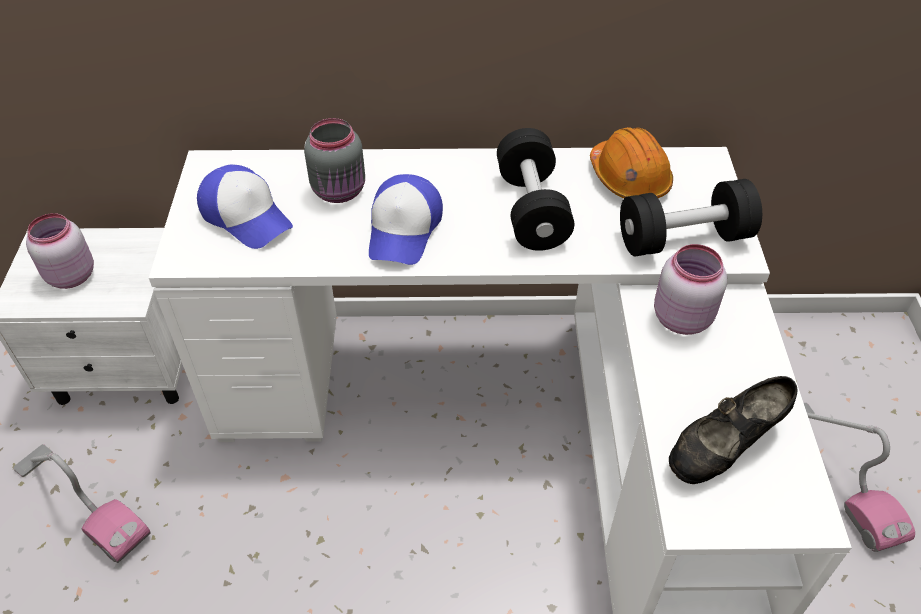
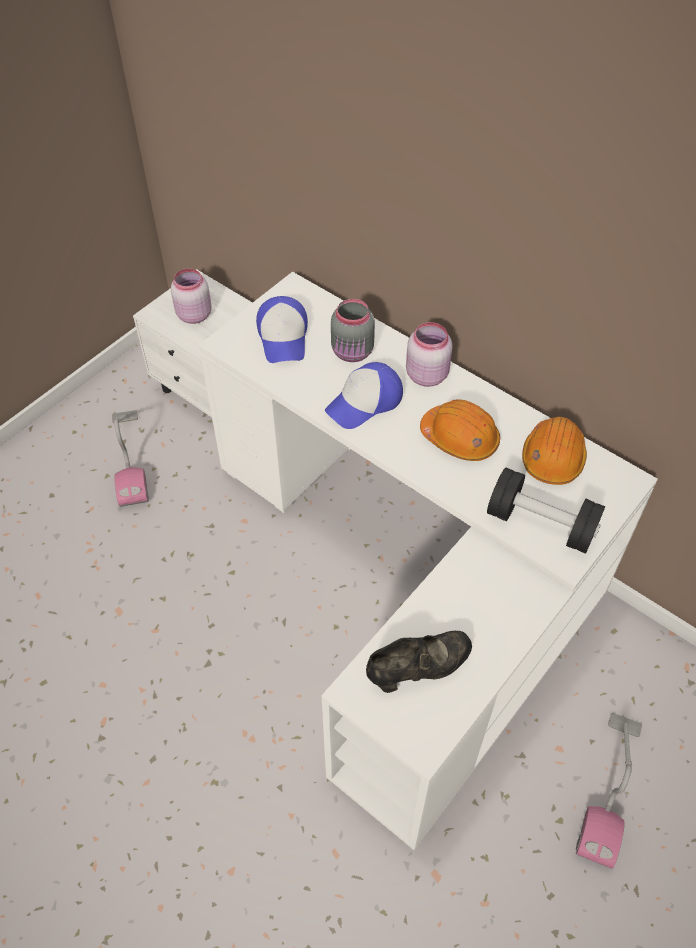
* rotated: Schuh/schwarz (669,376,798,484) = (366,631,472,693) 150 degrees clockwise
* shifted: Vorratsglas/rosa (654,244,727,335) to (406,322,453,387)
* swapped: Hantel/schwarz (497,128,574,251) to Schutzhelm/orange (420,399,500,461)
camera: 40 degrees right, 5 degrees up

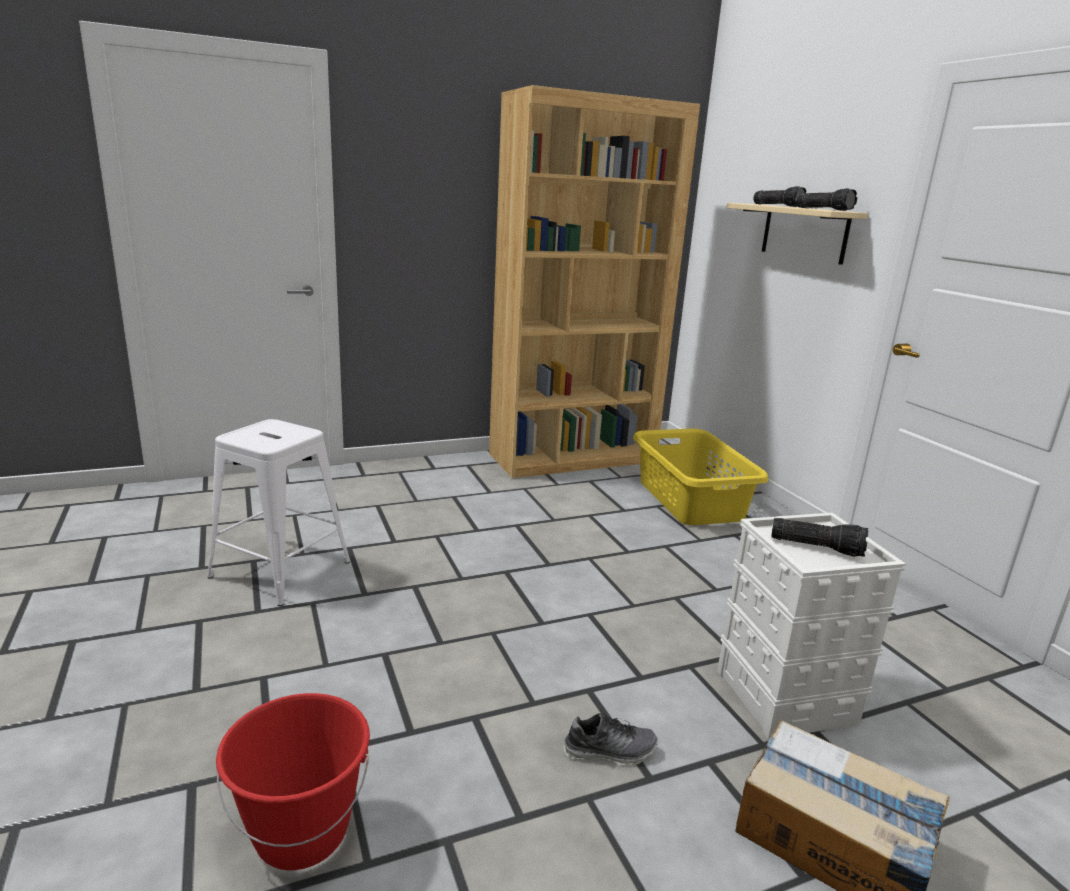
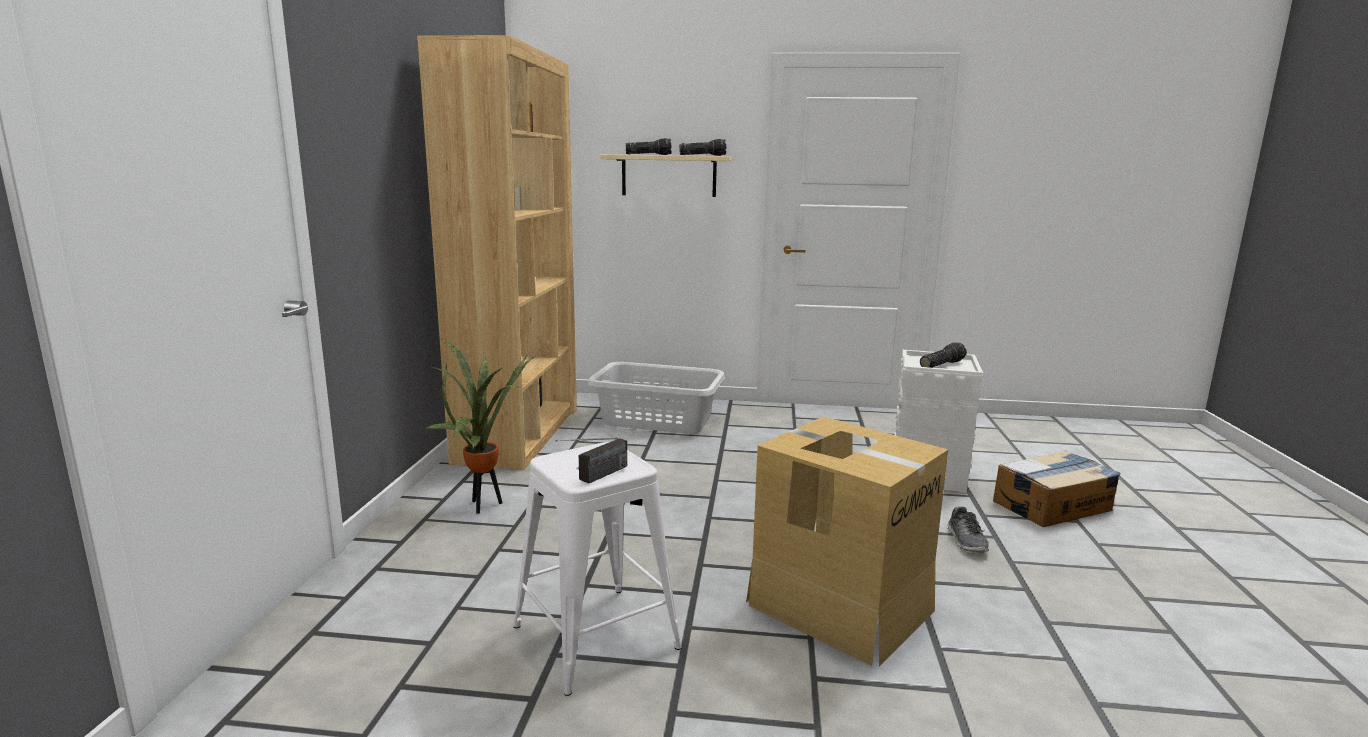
* new: Topfpflanze (425,337,536,514)
* new: Radio (555,437,627,484)
* repainted: Wäschekorb/gelb (633,428,769,525) to Wäschekorb/grau (588,362,725,434)
* new: Karton (746,416,948,667)
* rotated: Schuh (564,713,658,765) = (947,506,989,554) 150 degrees clockwise
* gone: Eimer/rot (216,693,370,870)
camera: 60 degrees left, 5 degrees down

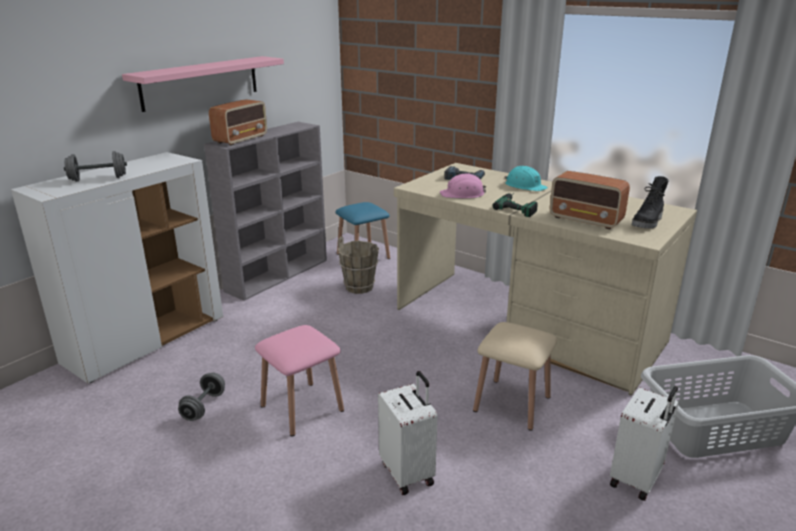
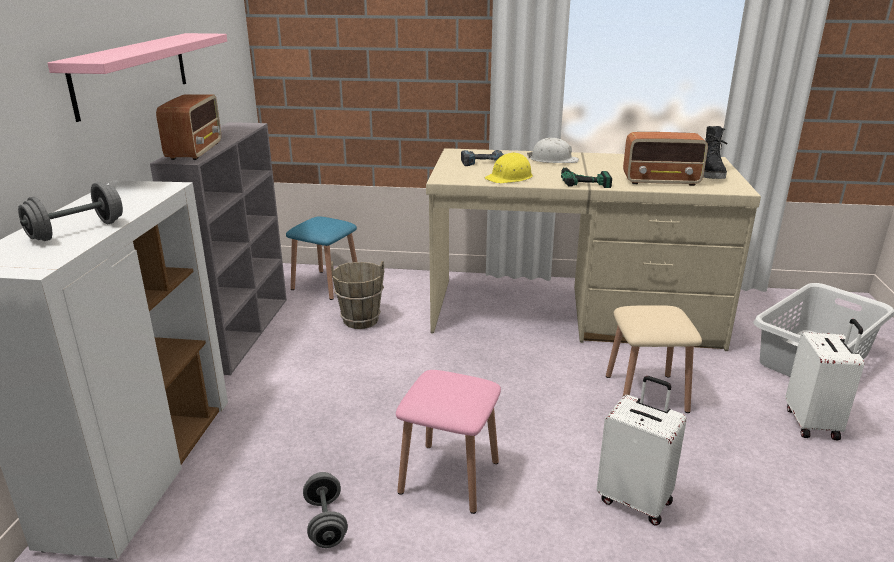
* repainted: Schutzhelm/rosa (440,173,486,199) to Schutzhelm/gelb (485,152,533,183)
* repainted: Schutzhelm/türkis (505,166,548,191) to Schutzhelm/weiß (527,138,579,163)
camera: 30 degrees left, 0 degrees up

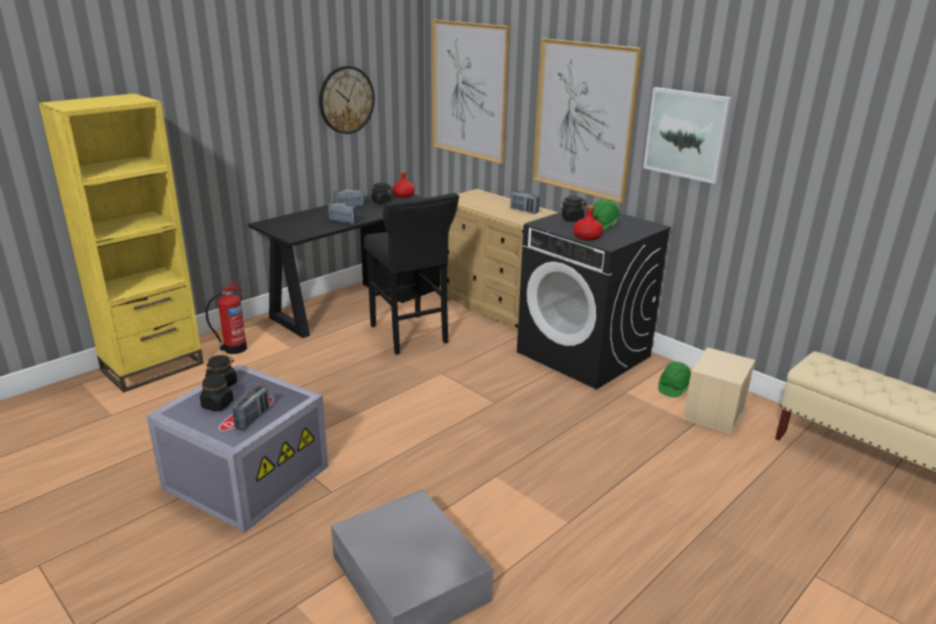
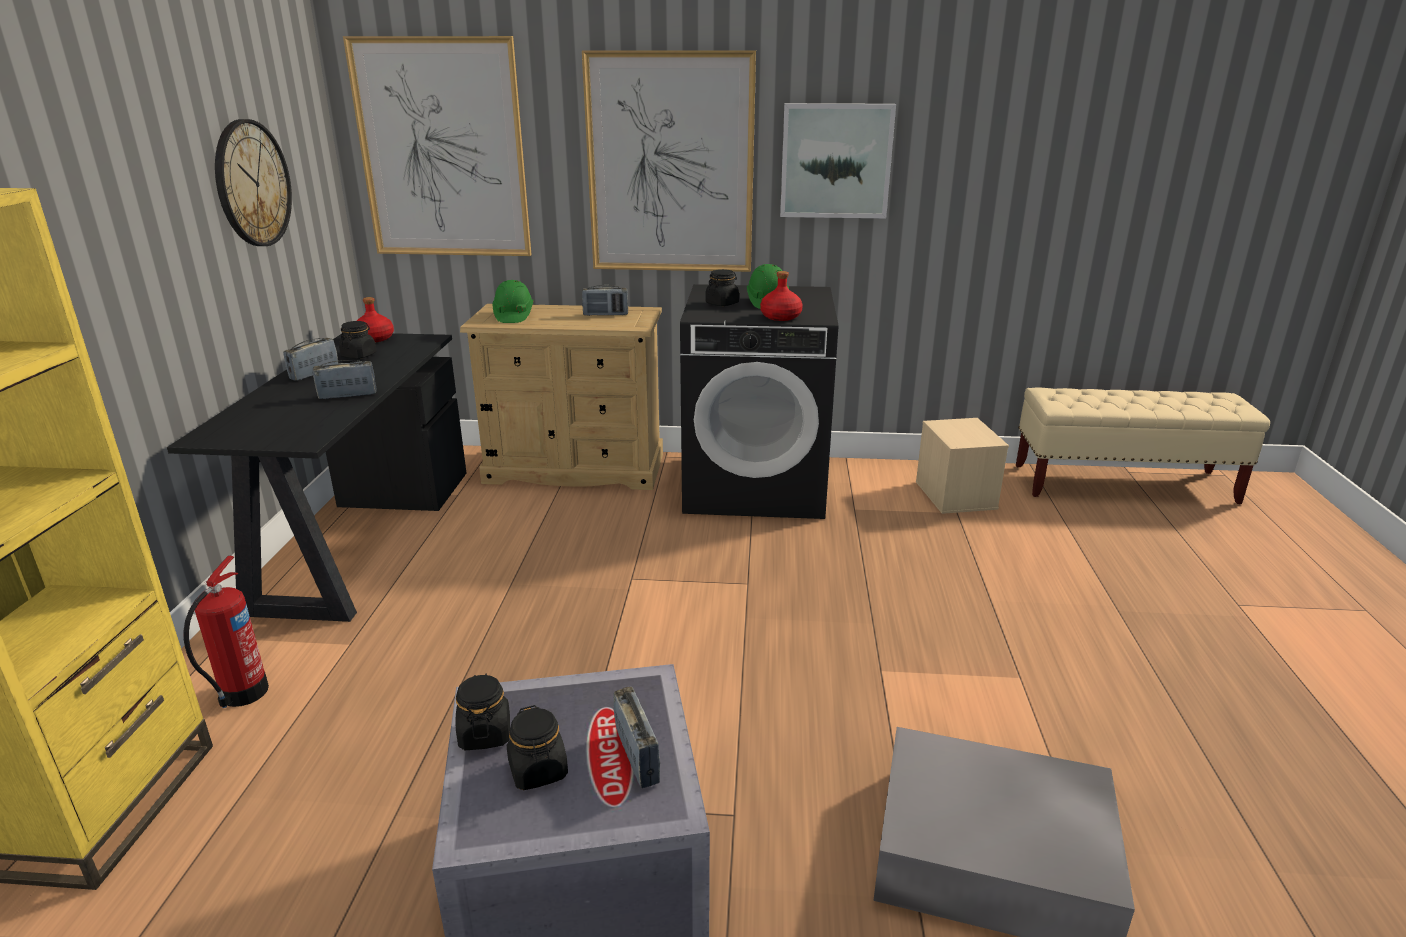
* shifted: Schutzhelm/grün (658,362,691,398) to (493,280,533,323)
* gone: Hocker/schwarz (364,193,459,355)
camera: 40 degrees left, 0 degrees up

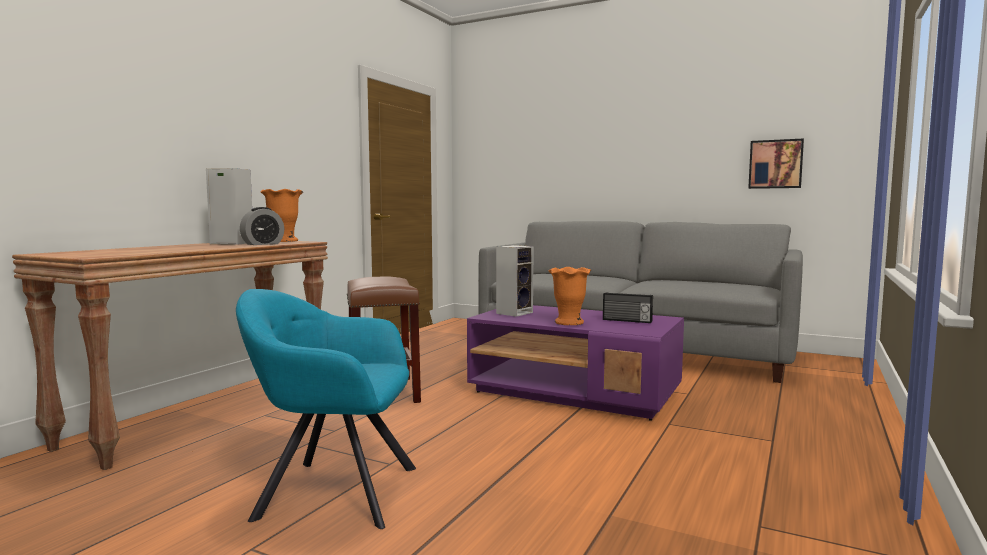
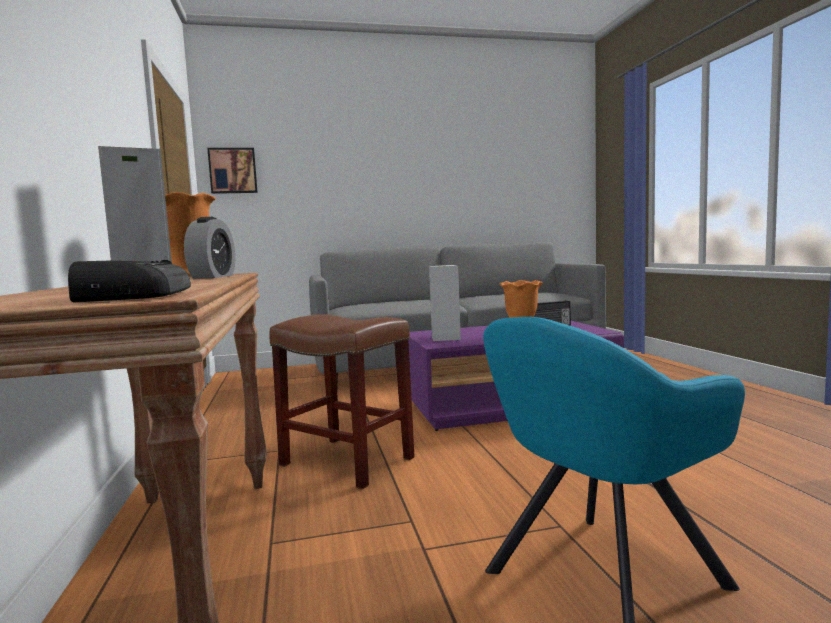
* new: Radio (68,260,191,302)
* shifted: Bild (748,138,804,189) to (207,148,258,194)
camera: 40 degrees left, 0 degrees up

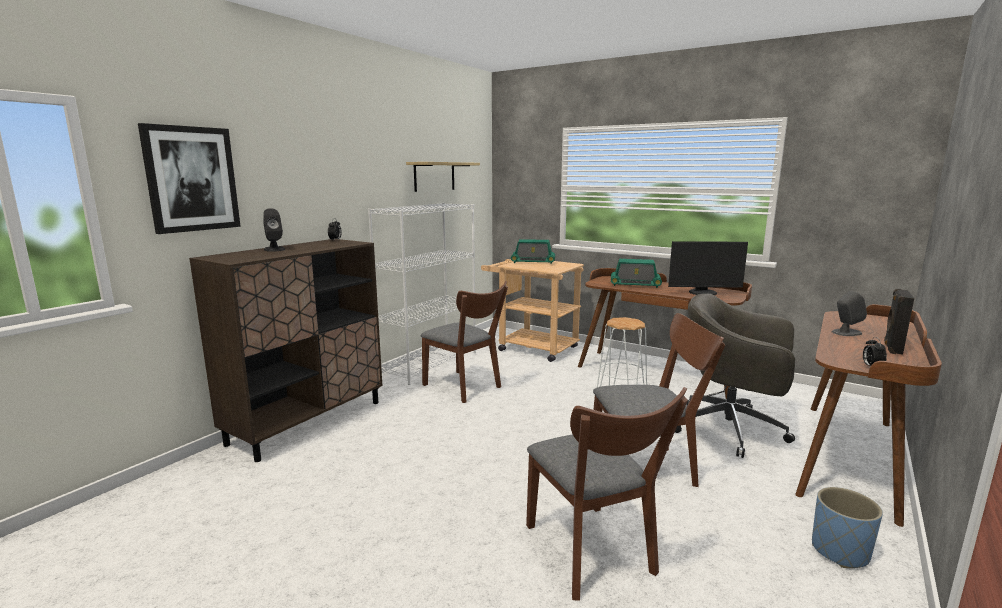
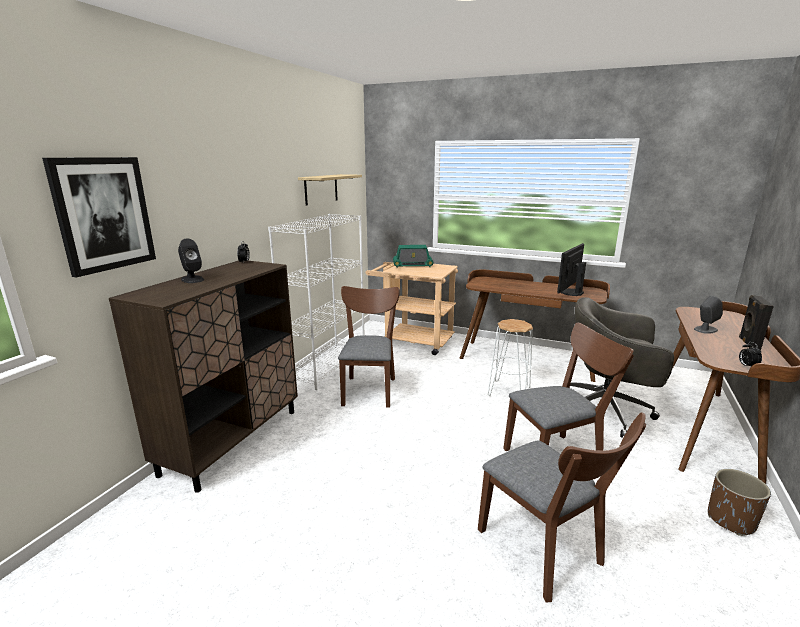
* rotated: Stuhl/braun (421,281,508,403) = (338,286,400,408) 120 degrees counterclockwise
* rotated: Monitor (668,241,748,295) = (557,243,586,296) 135 degrees clockwise
* repainted: Pflanzkübel/blau (812,487,883,568) to Pflanzkübel/braun (708,469,771,536)
* gone: Radio (611,259,662,288)
camera: 10 degrees left, 5 degrees up

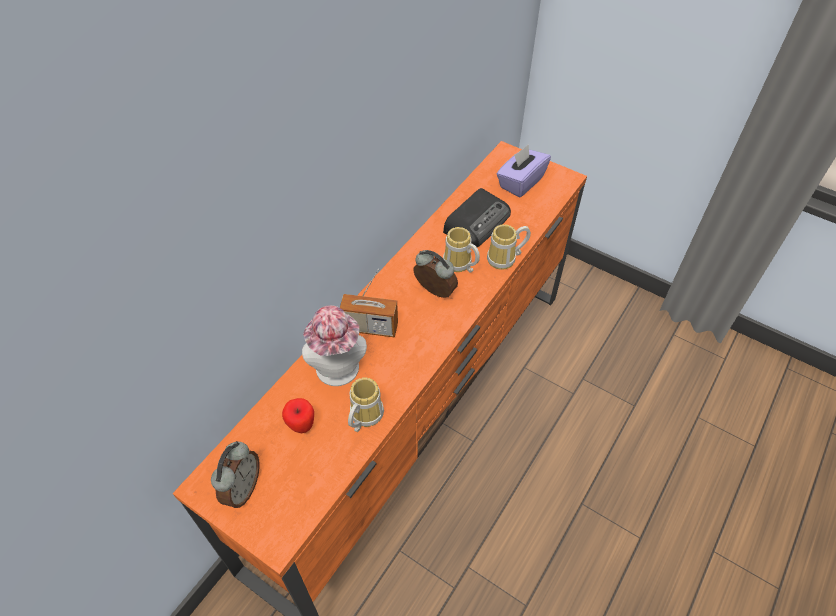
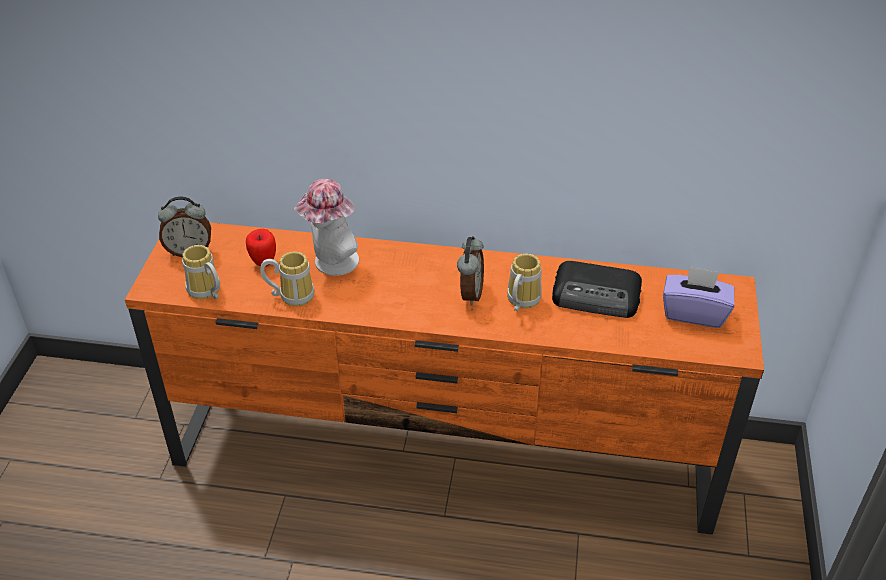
* shifted: Henkelbecher (487,224,531,270) to (182,245,220,299)
* gone: Radio (340,269,398,337)
camera: 65 degrees right, 10 degrees down

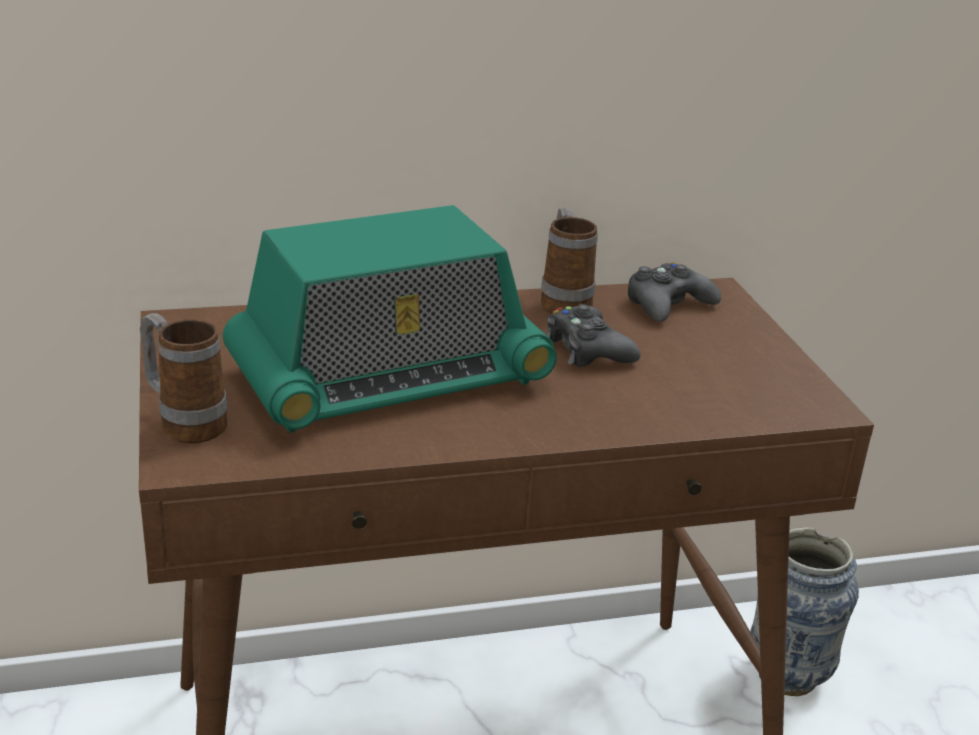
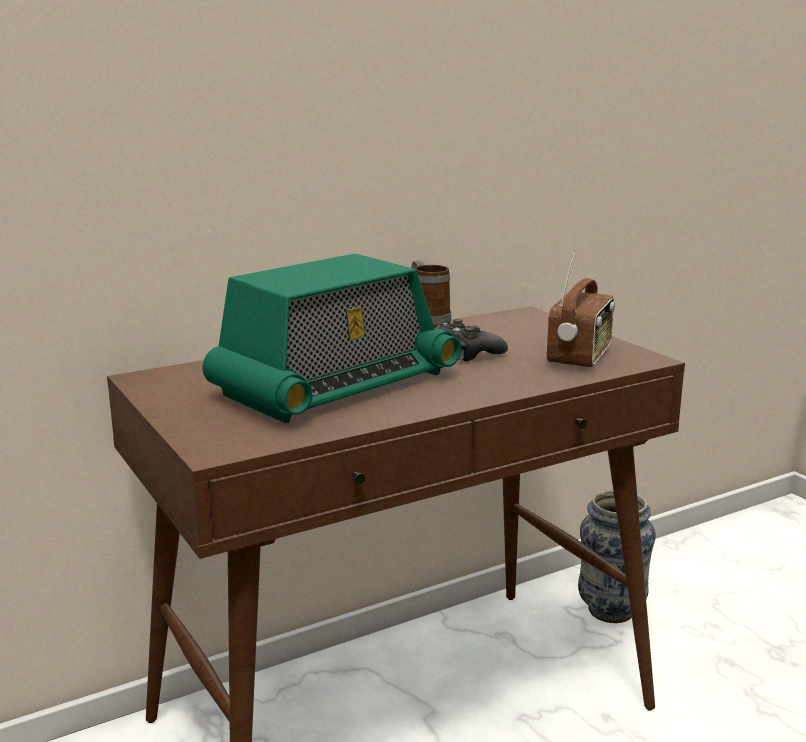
* new: Radio (547,249,615,368)
* gone: Henkelbecher (140,313,227,443)
* gone: Gamepad/schwarz (627,262,721,322)
camera: 15 degrees left, 10 degrees down

